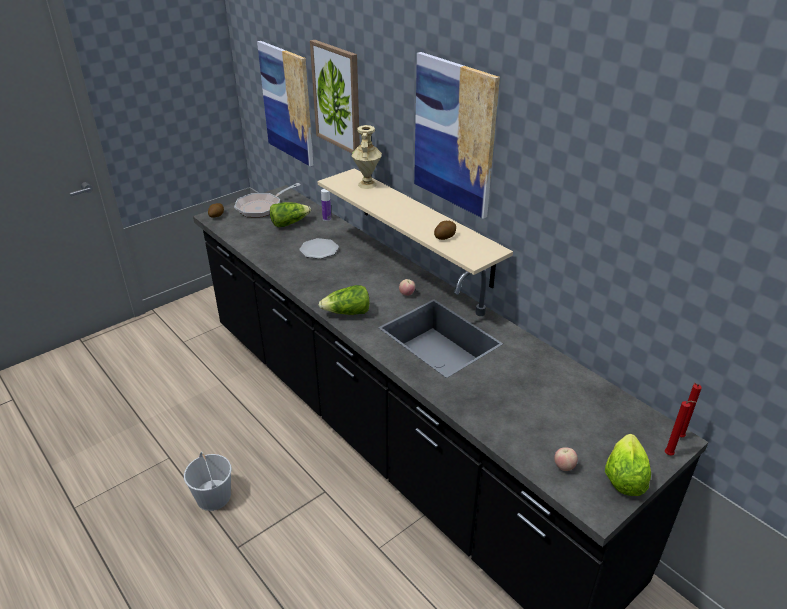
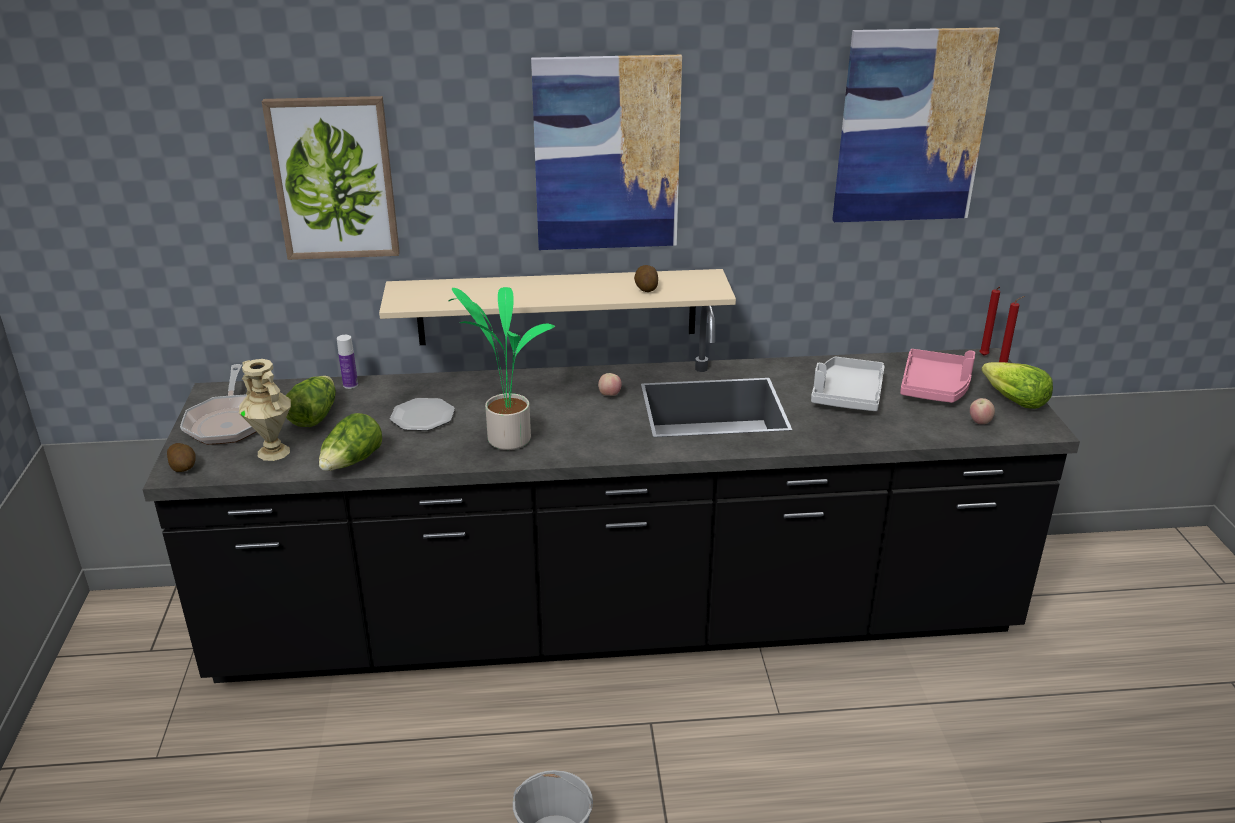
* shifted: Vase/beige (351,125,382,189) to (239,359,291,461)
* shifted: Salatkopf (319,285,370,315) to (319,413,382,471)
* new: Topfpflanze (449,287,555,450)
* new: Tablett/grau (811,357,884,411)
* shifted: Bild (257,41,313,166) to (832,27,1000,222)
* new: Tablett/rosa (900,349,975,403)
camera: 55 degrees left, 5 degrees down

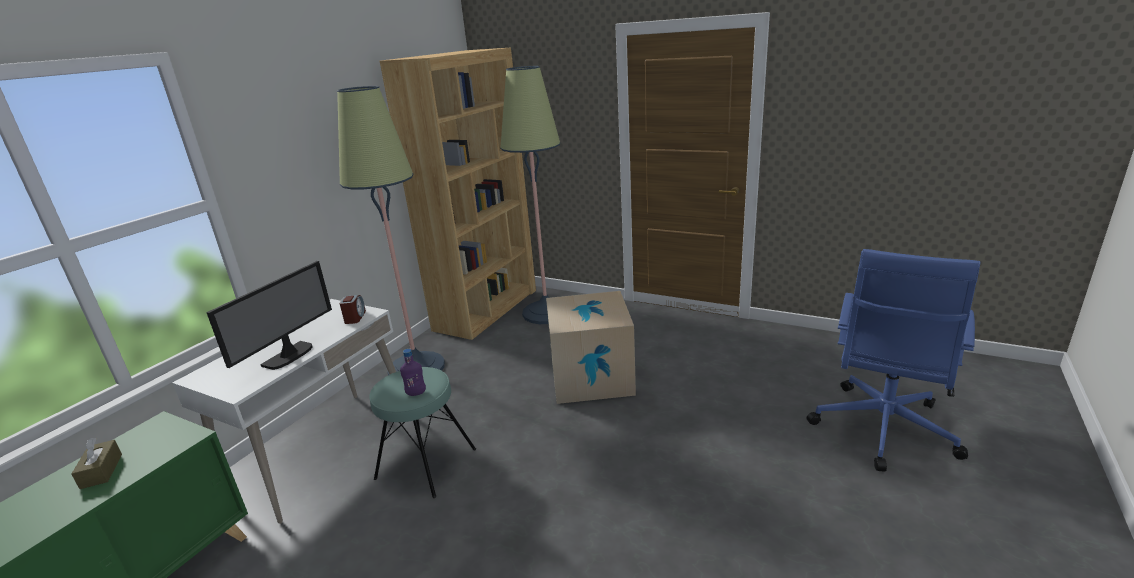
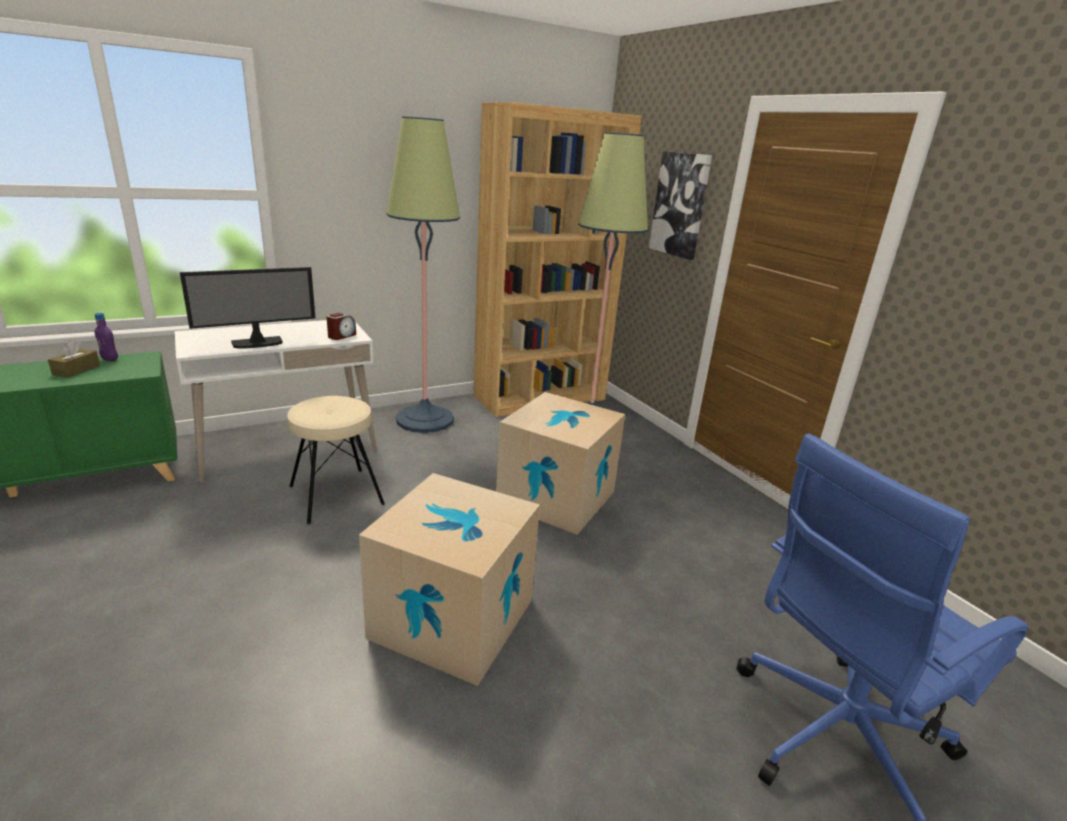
* shifted: Flasche/lila (400,349,426,396) to (94,313,118,361)
* repainted: Hocker/türkis (369,367,476,498) to Hocker/beige (287,396,385,524)
* new: Karton (359,473,540,686)
* new: Bild (649,151,712,260)
camera: 30 degrees right, 0 degrees up

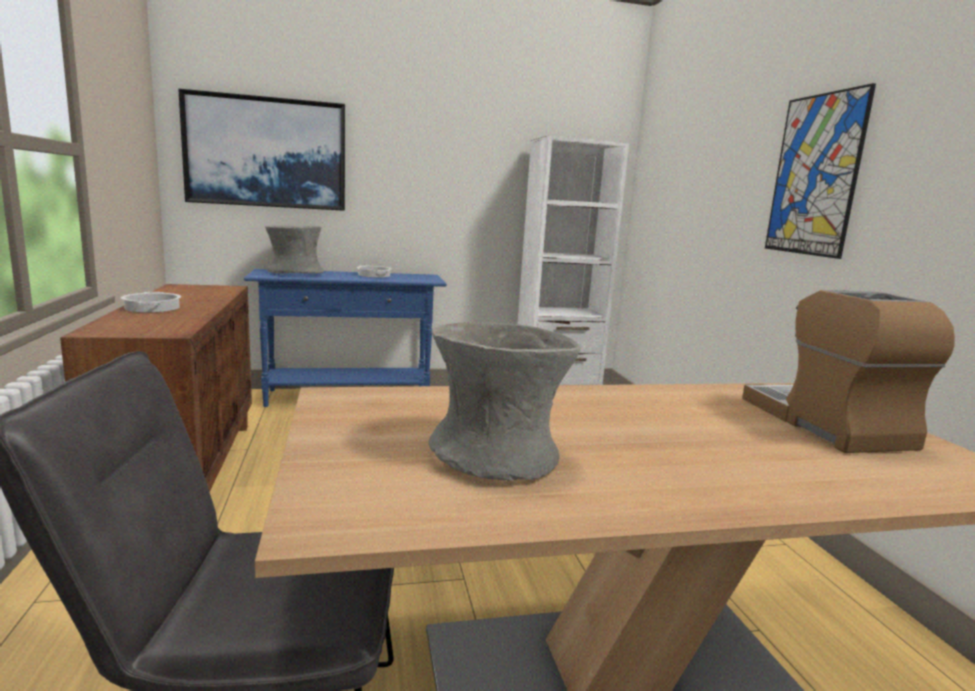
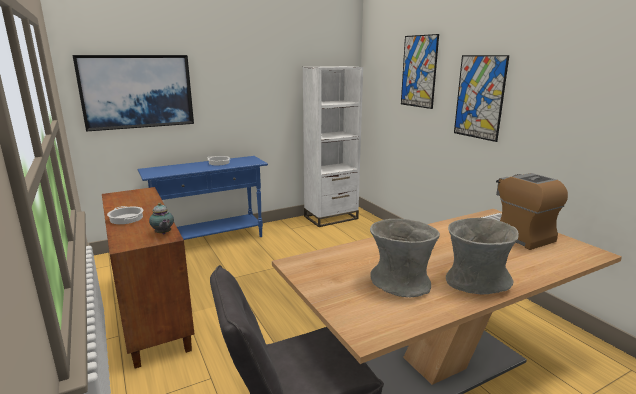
* new: Teekanne (149,203,174,235)
* new: Bild (401,34,439,109)
* shifted: Vase/grau (265,225,324,273) to (446,218,519,295)
camera: 15 degrees left, 5 degrees up

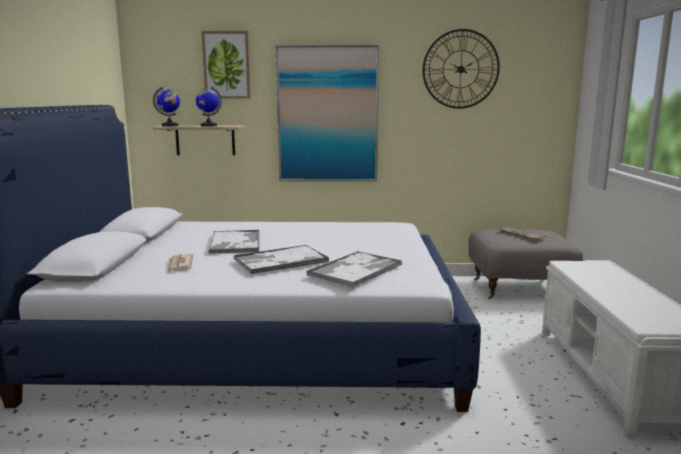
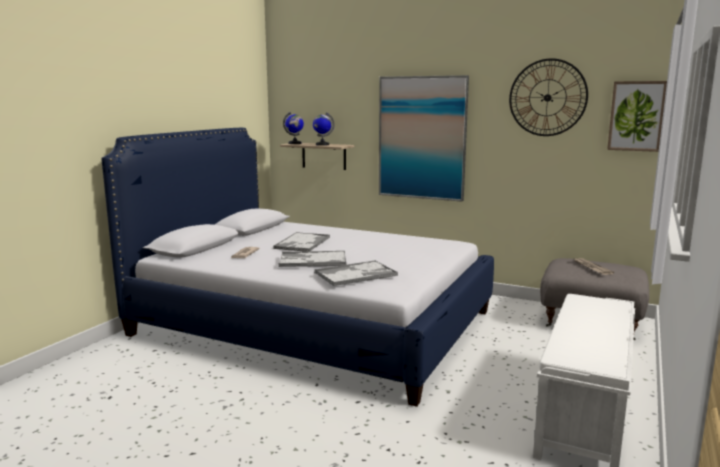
* shifted: Bild (202,31,251,99) to (607,81,667,152)
camera: 25 degrees right, 0 degrees up

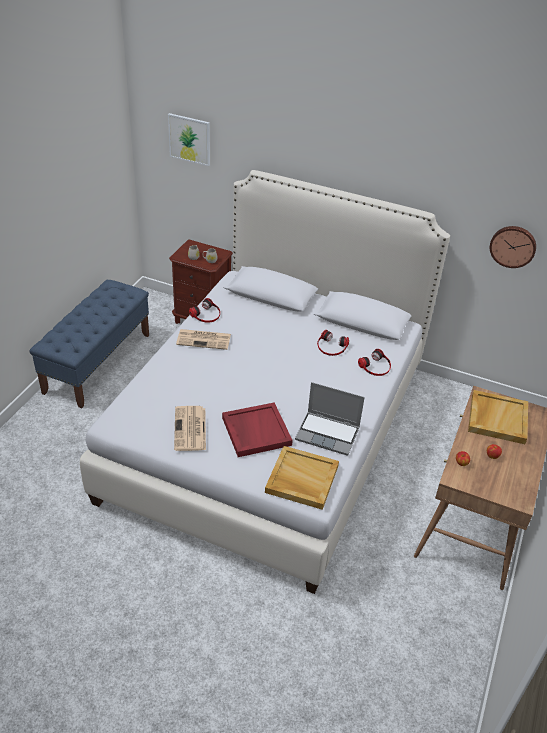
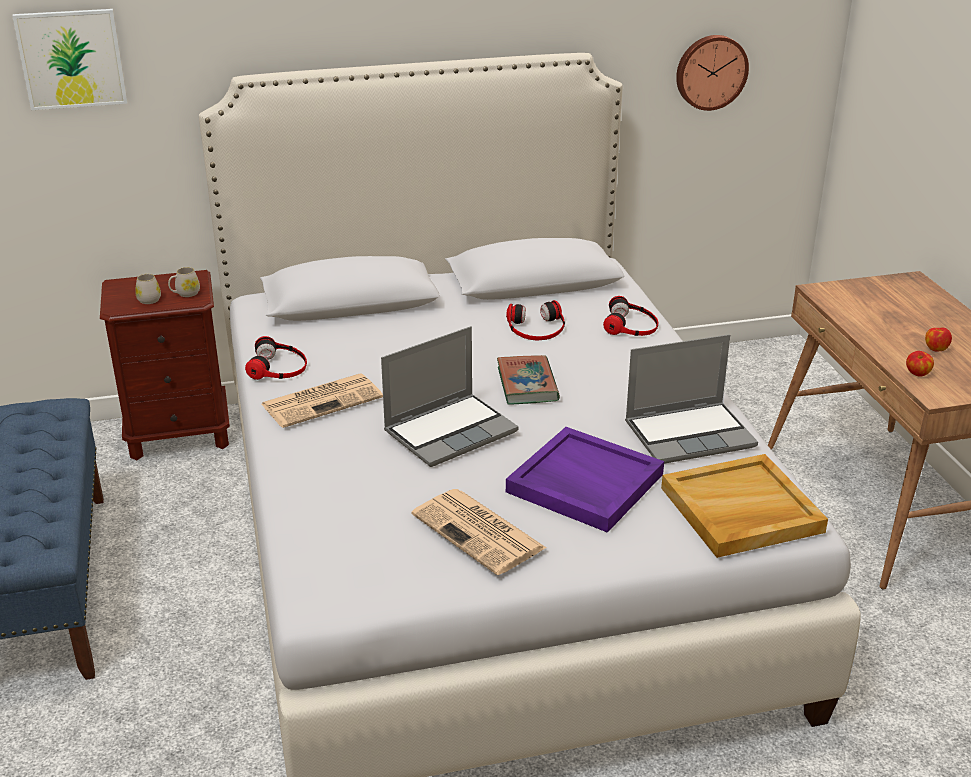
* new: Laptop (381,326,518,467)
* new: Buch (497,355,560,405)
* repainted: Tablett/rot (222,402,293,457) to Tablett/lila (506,427,664,533)
* gone: Tablett/beige (468,390,528,444)
camera: 35 degrees left, 10 degrees down

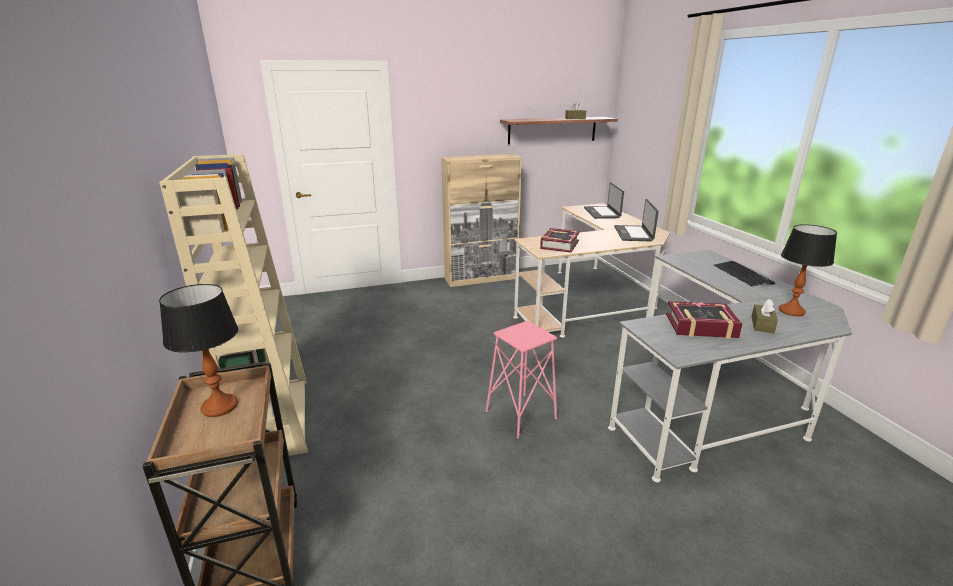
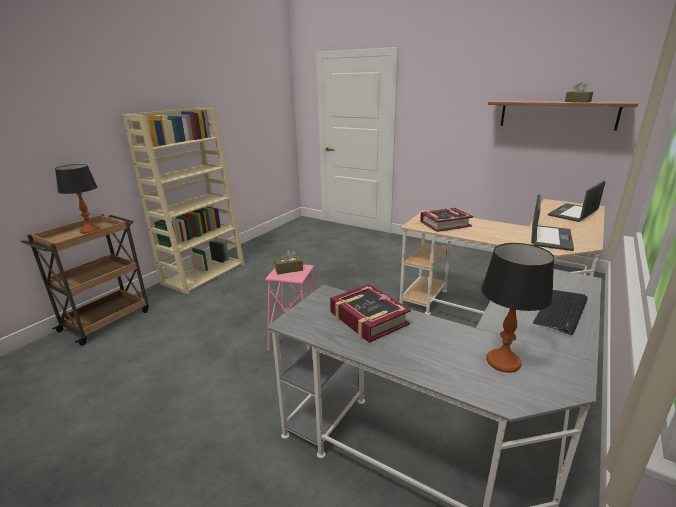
* shifted: Taschentuchbox/braun (751,299,778,333) to (274,250,303,274)
* rotated: Laptop (614,199,659,241) = (531,194,574,251) 150 degrees clockwise
* gone: Schrank/beige (441,154,522,287)
camera: 50 degrees right, 0 degrees up

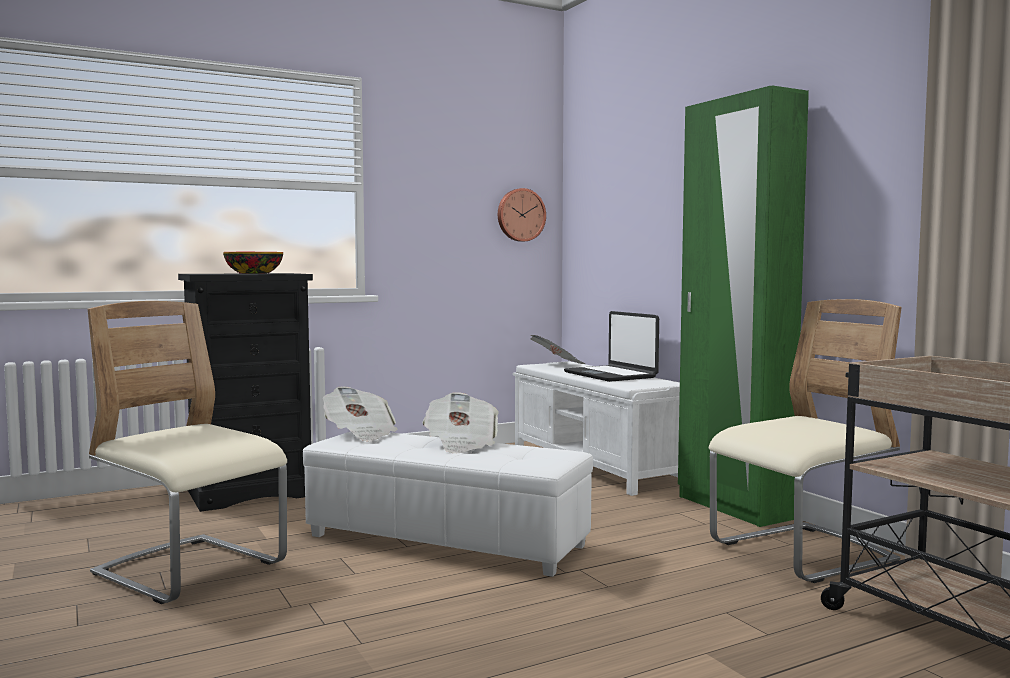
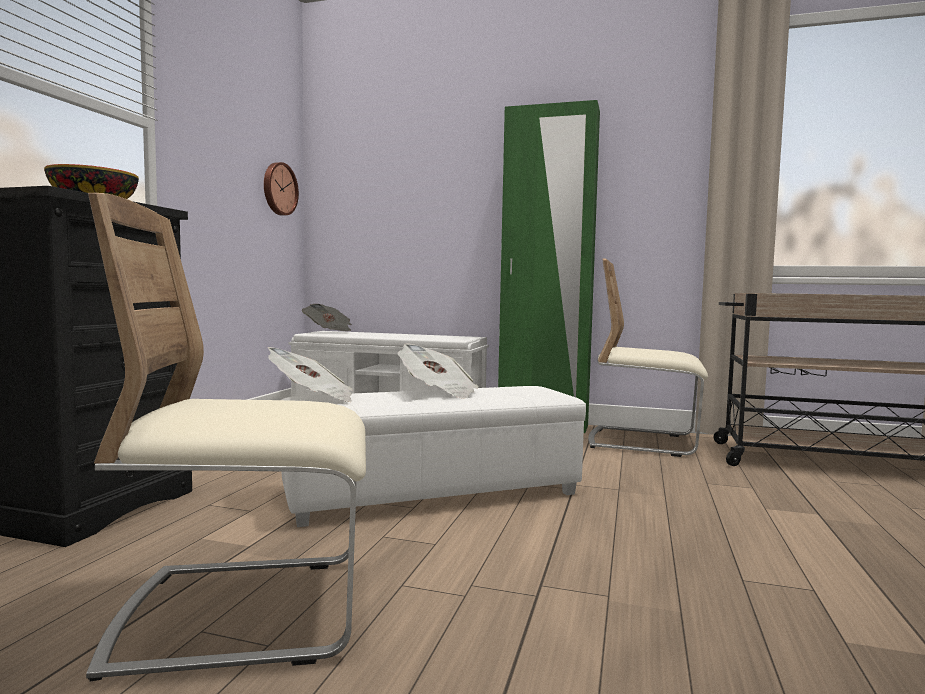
* rotated: Stuhl/beige (709,299,902,583) = (588,259,708,457) 90 degrees counterclockwise
* gone: Laptop (564,311,659,382)
camera: 45 degrees left, 0 degrees up

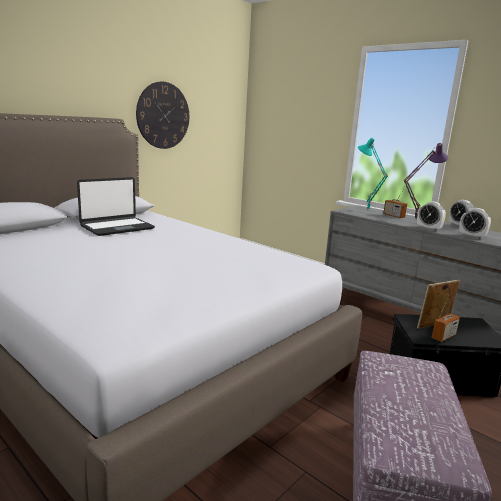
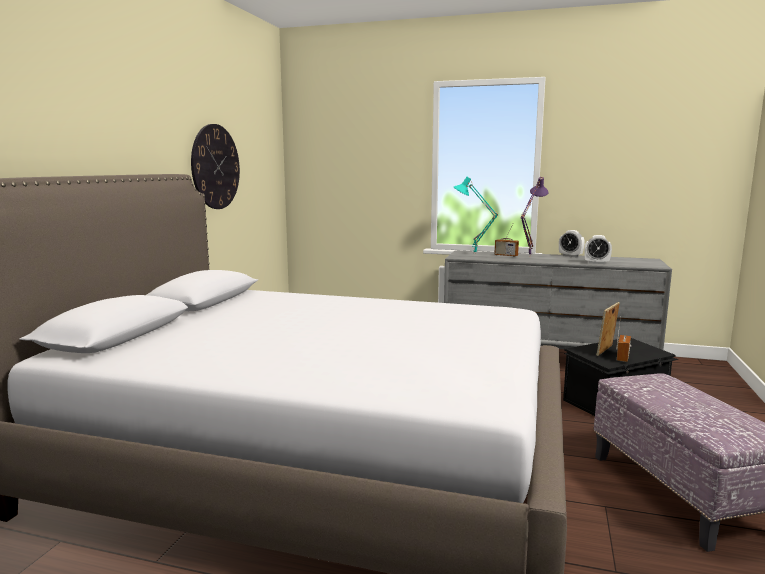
* gone: Laptop (77,177,155,236)
* gone: Wecker (417,201,446,231)
camera: 25 degrees left, 5 degrees down

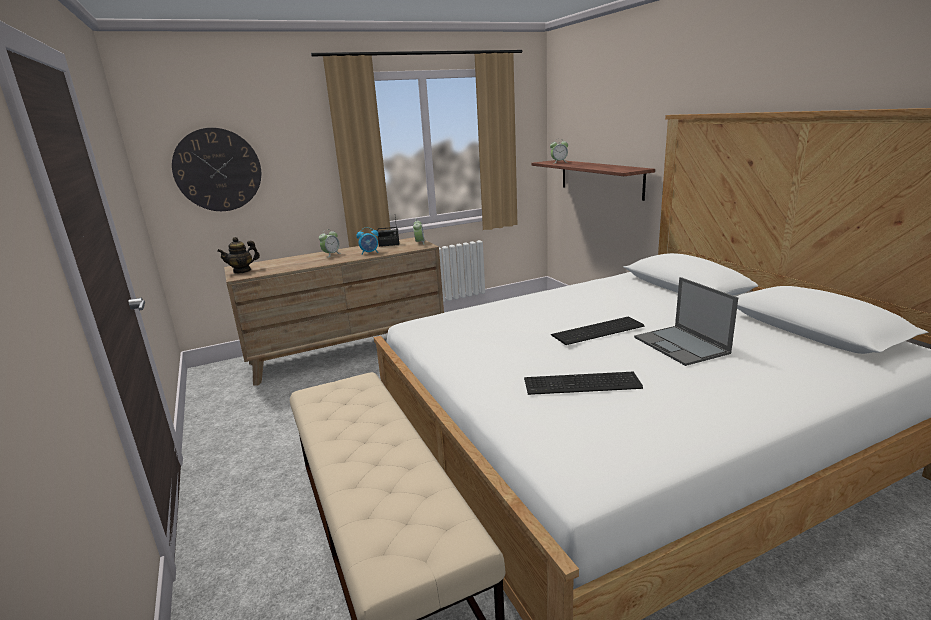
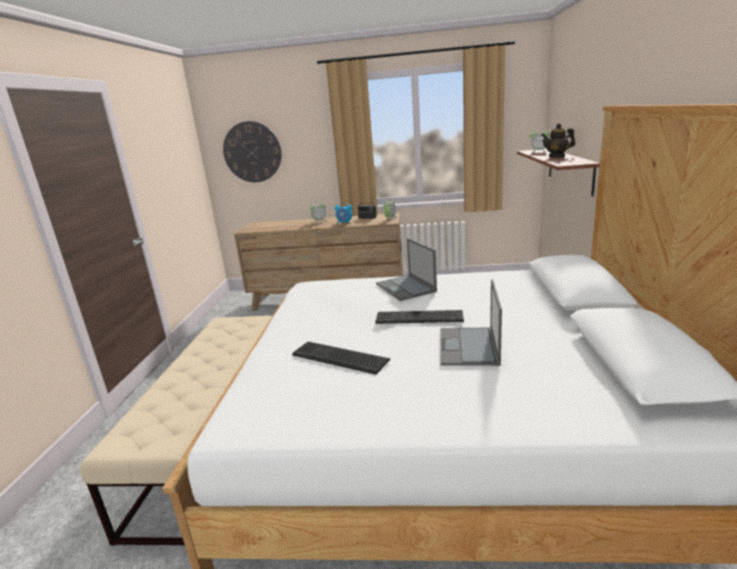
* new: Laptop (376,238,437,301)
* shifted: Teekanne (217,237,260,274) to (541,123,575,158)
camera: 30 degrees right, 0 degrees up

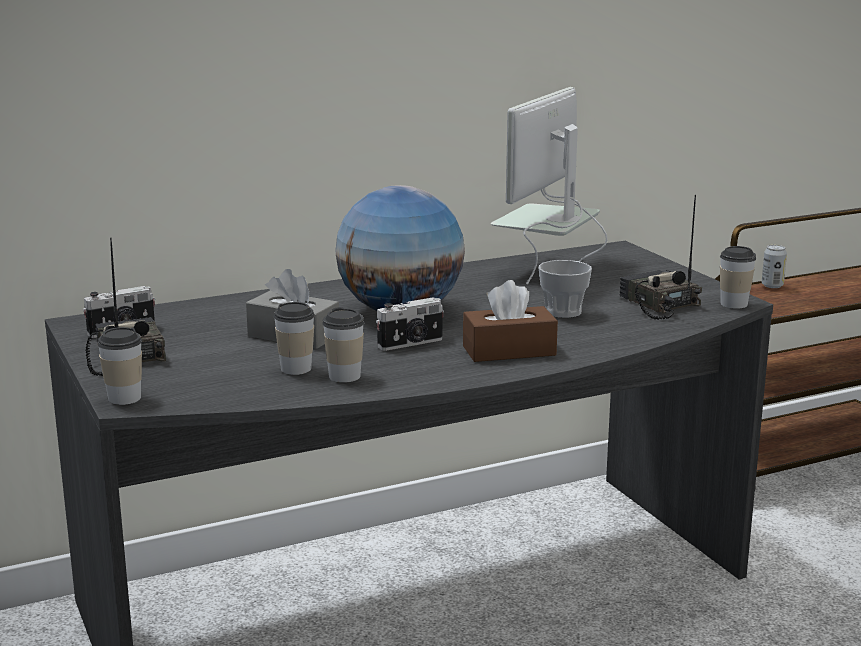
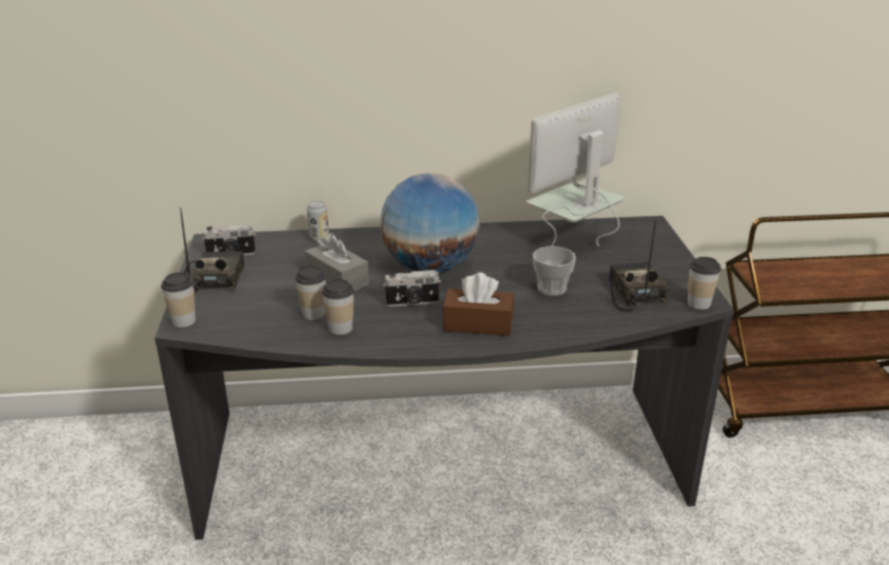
* shifted: Dose (762,245,787,288) to (307,201,329,241)
camera: 20 degrees right, 10 degrees up

